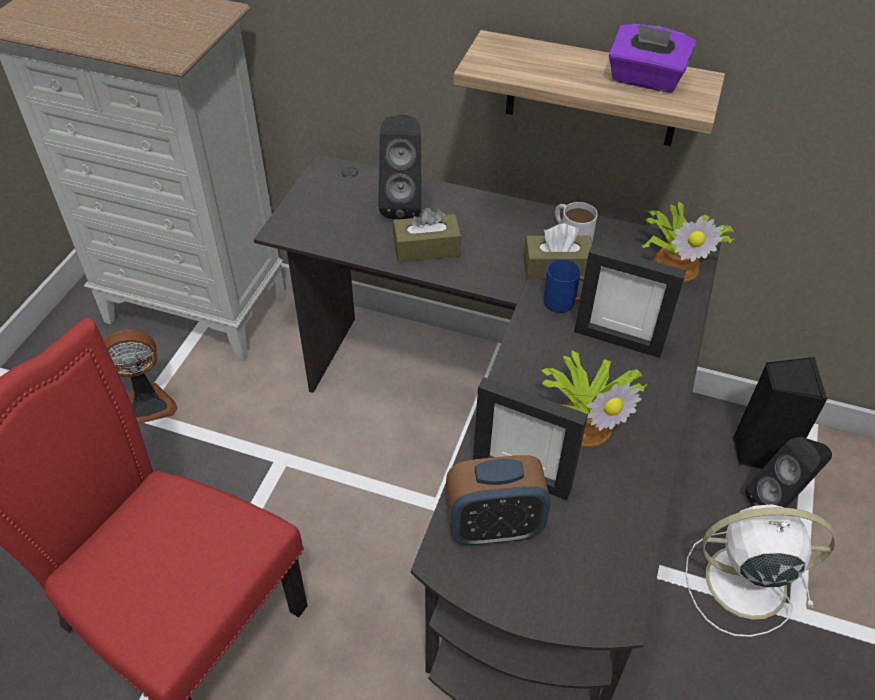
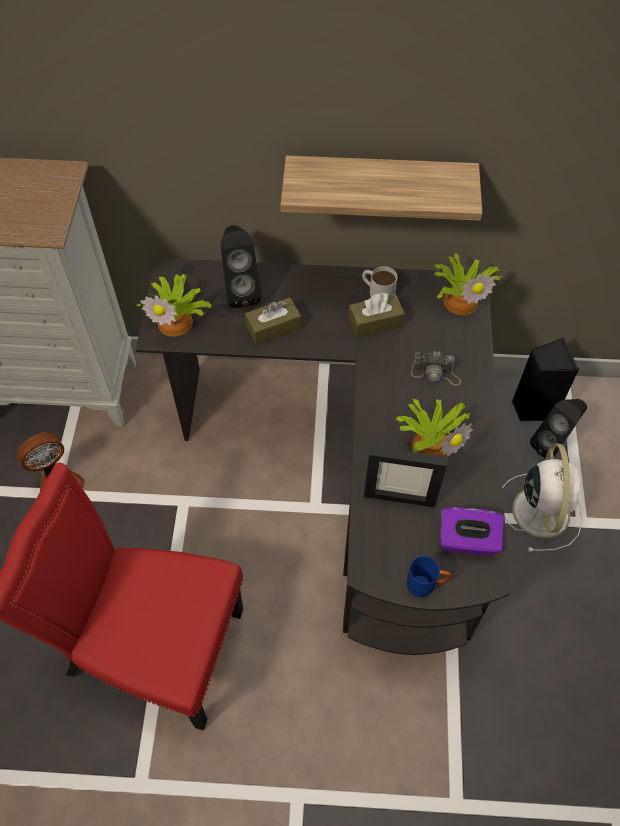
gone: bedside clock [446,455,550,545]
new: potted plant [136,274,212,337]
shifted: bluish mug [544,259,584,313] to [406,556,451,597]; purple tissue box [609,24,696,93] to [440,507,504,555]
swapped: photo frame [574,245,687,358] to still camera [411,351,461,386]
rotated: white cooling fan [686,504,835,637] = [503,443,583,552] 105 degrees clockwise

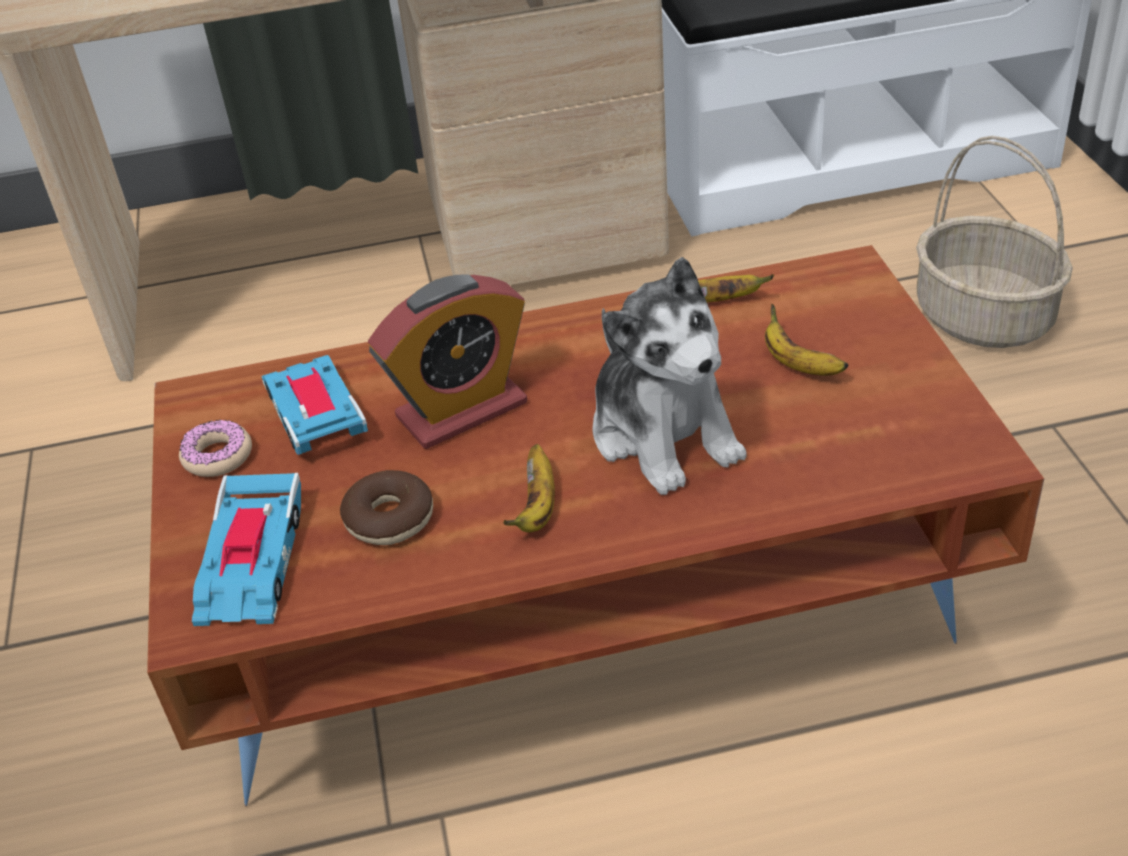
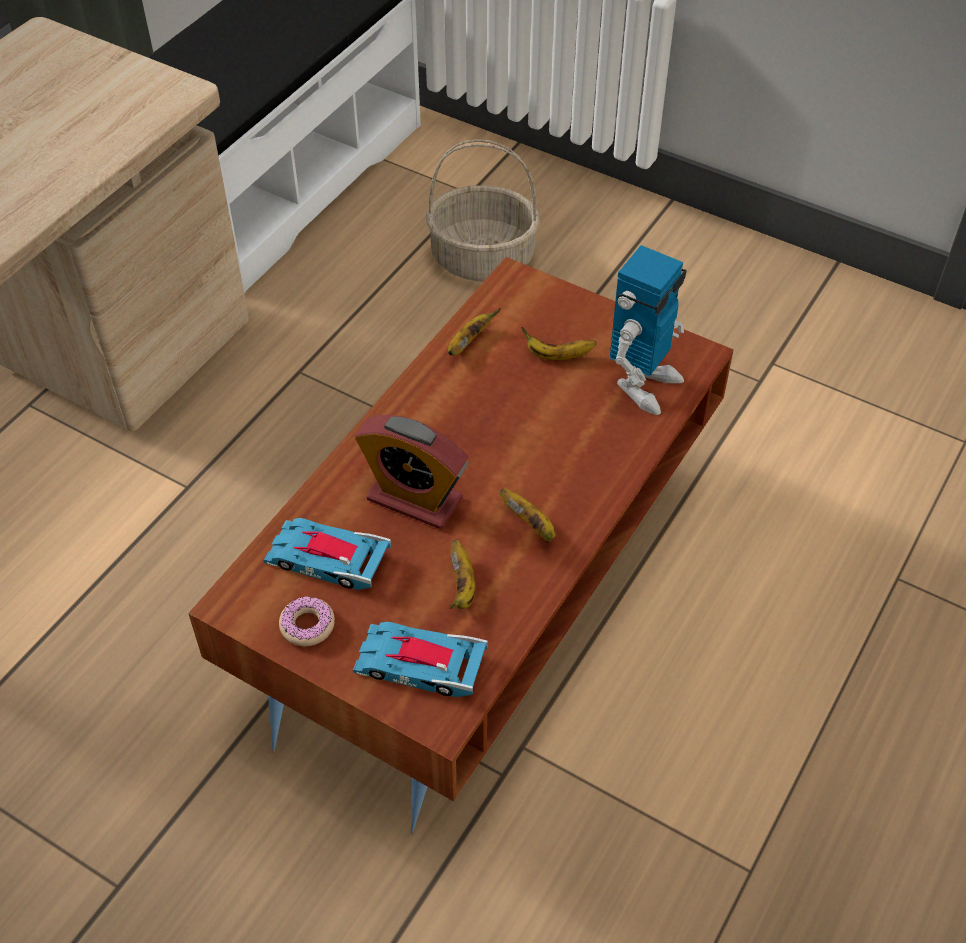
gone: soft toy [592,257,747,495]
new: model robot [610,245,687,415]
swapped: doughnut [340,470,433,545] to banana fruit [449,539,476,609]
rotated: toy car [192,473,301,626] = [353,622,488,697] 150 degrees clockwise; bedside clock [368,274,527,449] = [355,415,469,529] 105 degrees clockwise

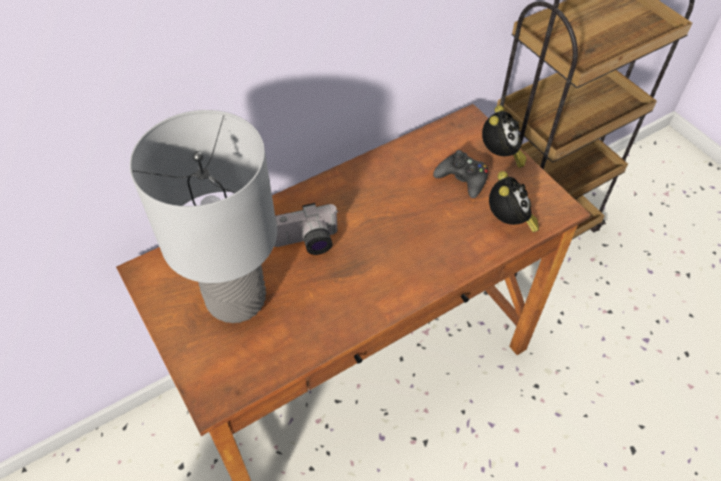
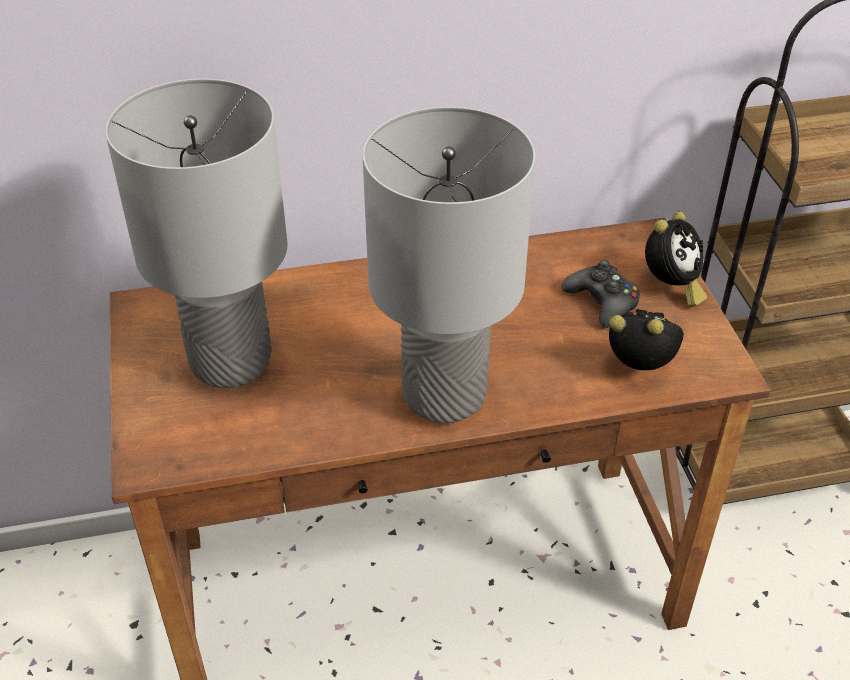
gone: still camera [274,203,339,255]
new: grey tabletop lamp [363,106,535,423]
rotated: bedside clock [489,171,539,232] = [609,309,684,370] 90 degrees counterclockwise

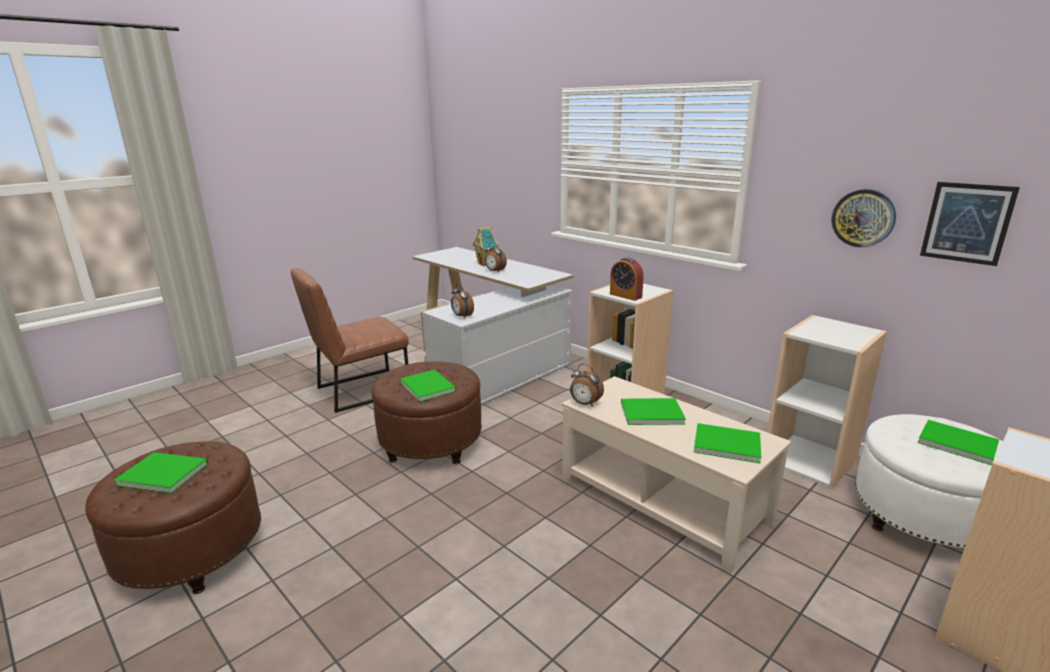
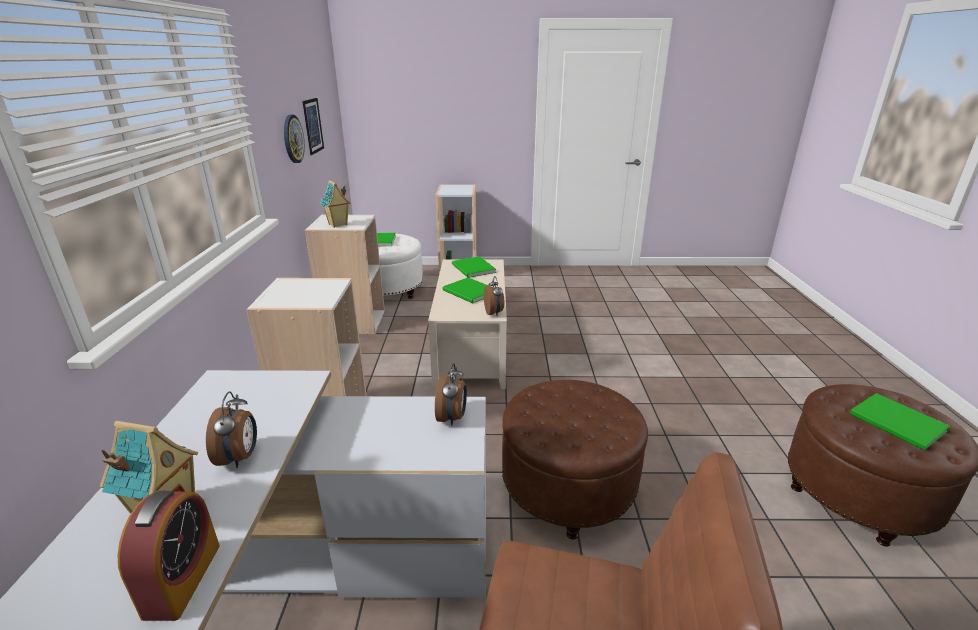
gone: greenish bound book [400,370,457,402]
new: toy house [320,180,351,228]
shifted: bedside clock [610,257,644,301] to [118,491,220,621]

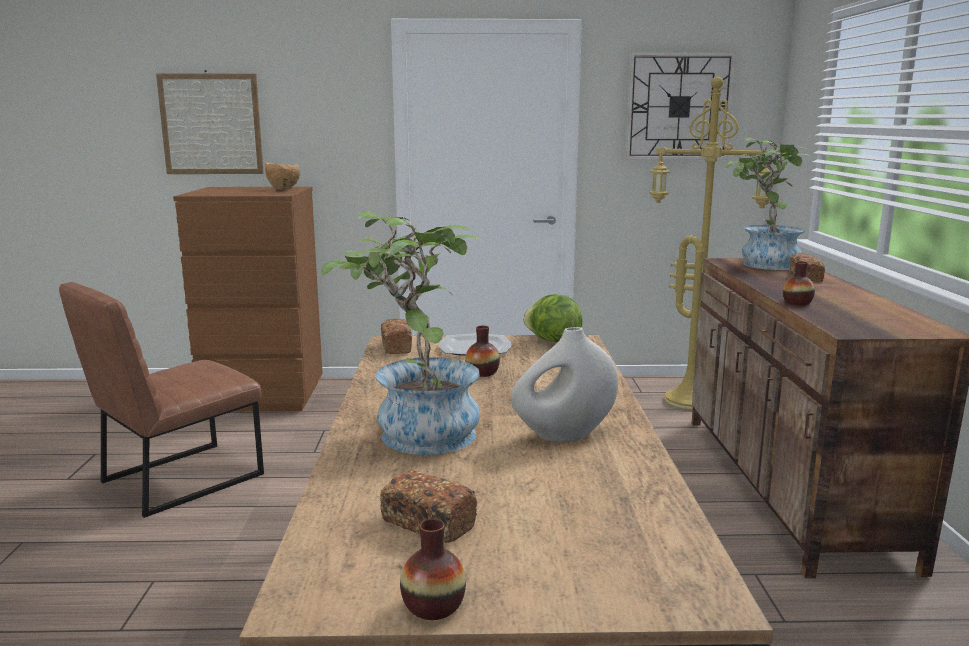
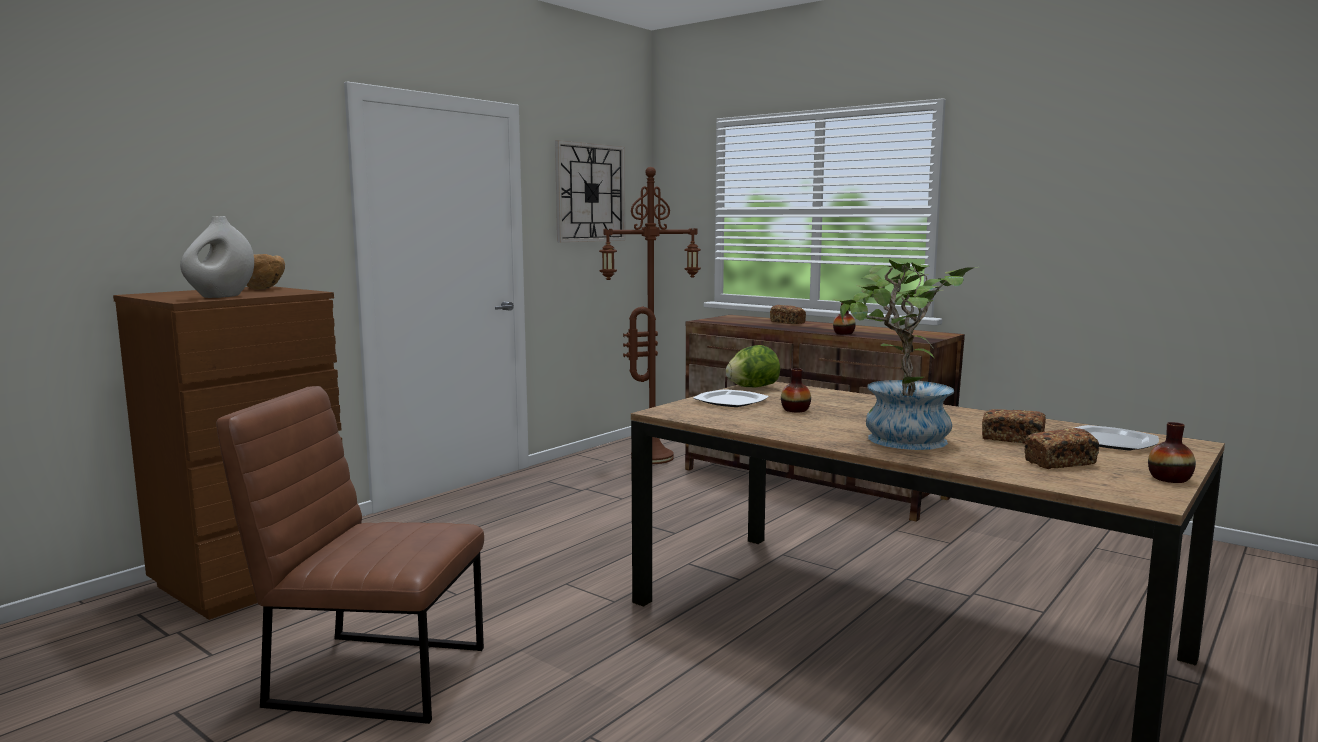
gone: wall picture [156,70,264,174]; potted plant [725,138,811,270]
new: flat dish [1075,425,1159,451]
shifted: white vase [511,327,618,442] to [180,216,254,298]; bread [381,319,412,354] to [982,409,1046,444]
repainted: yellow-coloured standing lamp [649,76,775,411] to brown-coloured standing lamp [599,167,701,464]
rotated: brown-coloured plain chair [59,282,264,518] = [216,386,484,724] 105 degrees clockwise

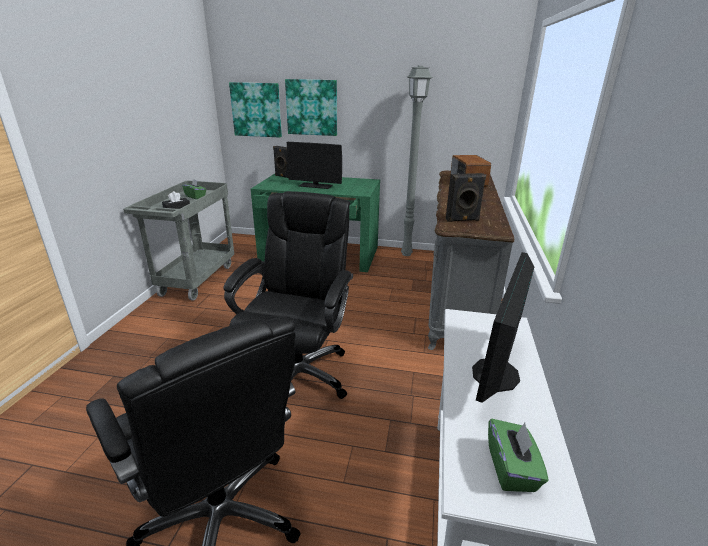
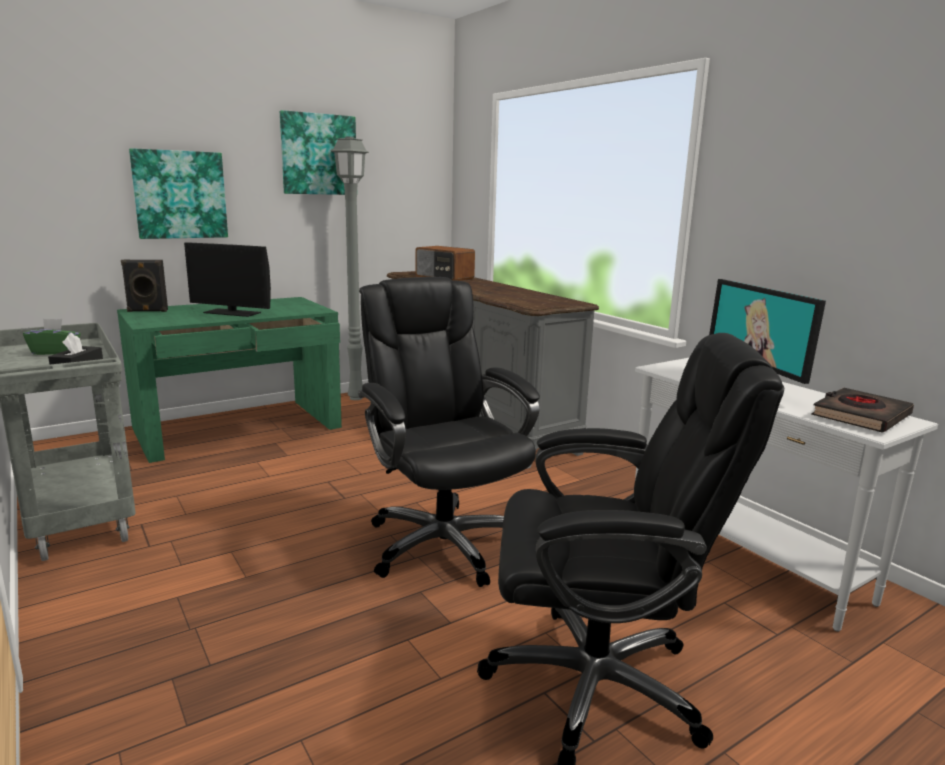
gone: blackish audio speaker [446,173,486,222]
shifted: wall picture [229,82,282,138] to [280,110,356,195]
swapped: greenish tissue box [488,418,549,492] to blackish bound book [811,388,914,432]
rotated: monitor [287,142,342,189] = [184,242,271,317] 45 degrees clockwise

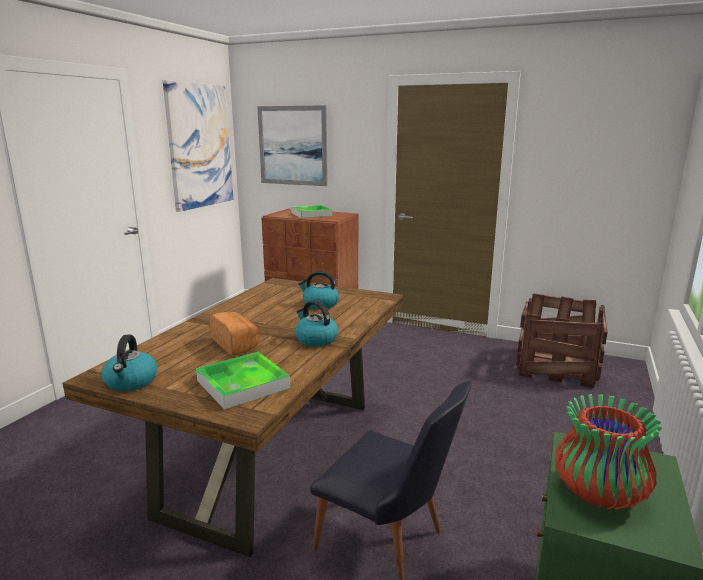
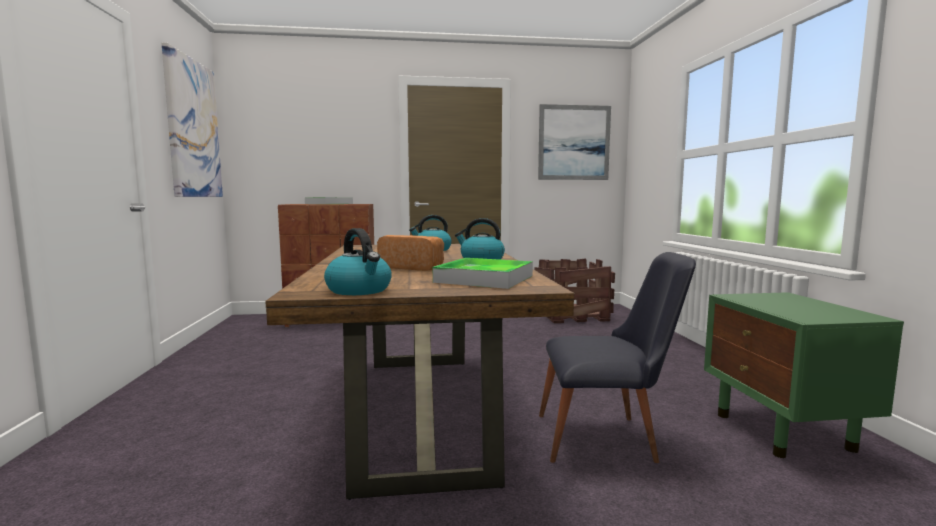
gone: vase [555,394,662,510]
shifted: wall picture [257,105,328,186] to [538,104,611,180]

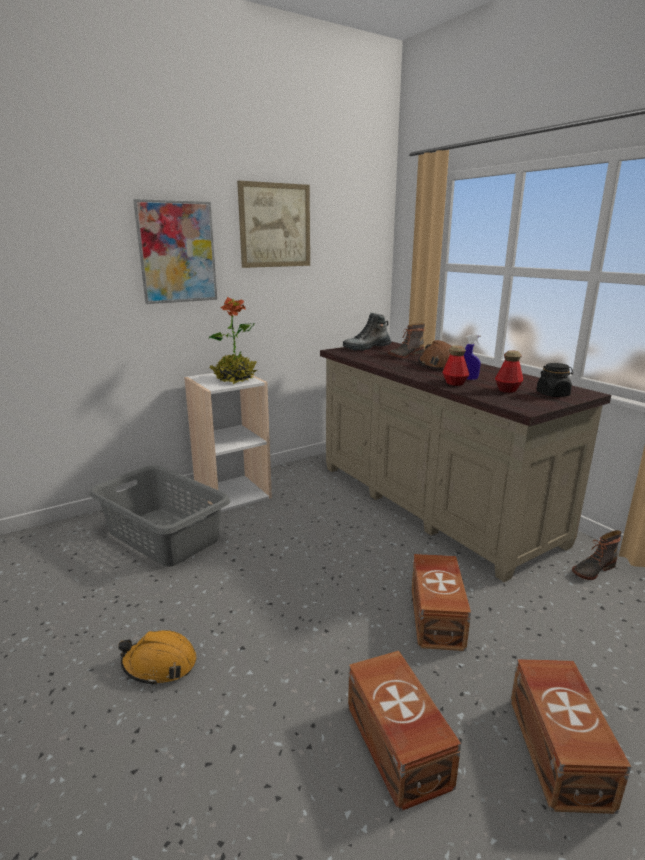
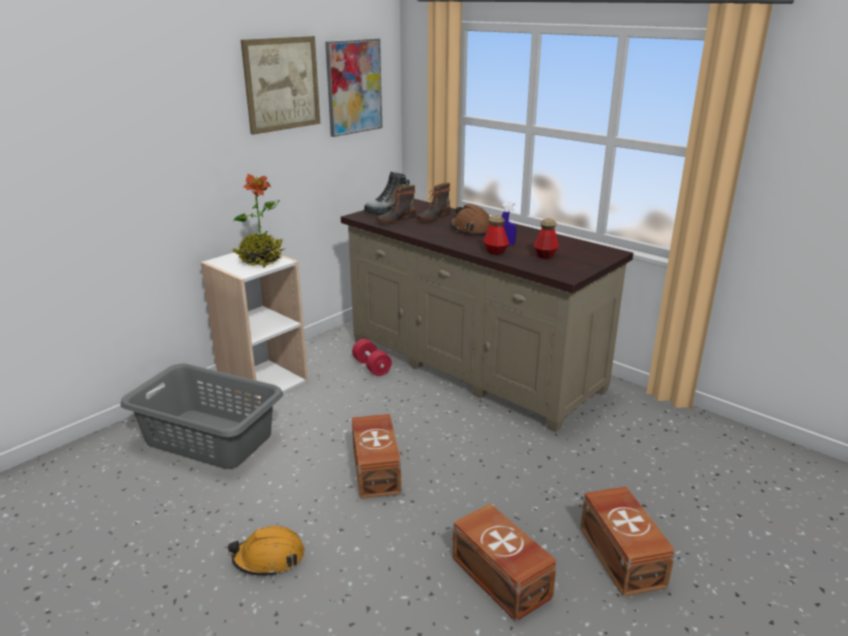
gone: blackish storage jar [536,363,573,397]
new: reddish dumbbell [352,339,392,376]
shifted: wall picture [133,199,217,304] to [325,38,382,137]; brown-coloured storage bin [411,554,471,651] to [352,414,401,499]; high-top boot [572,530,622,580] to [376,185,416,224]

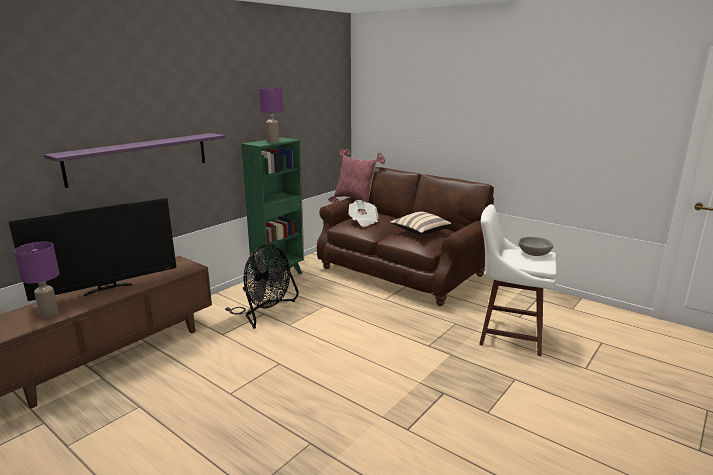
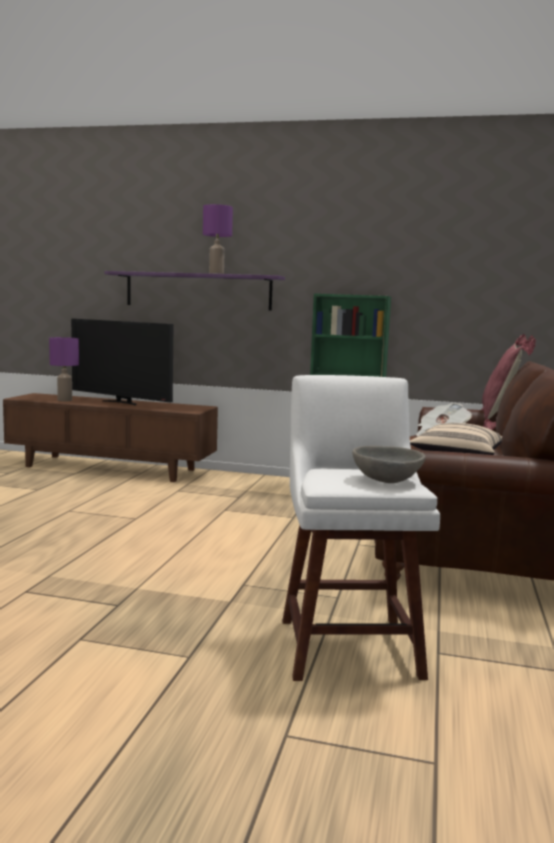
gone: blackish cooling fan [225,244,299,329]
shifted: purple tabletop lamp [258,88,283,143] to [203,204,233,274]

